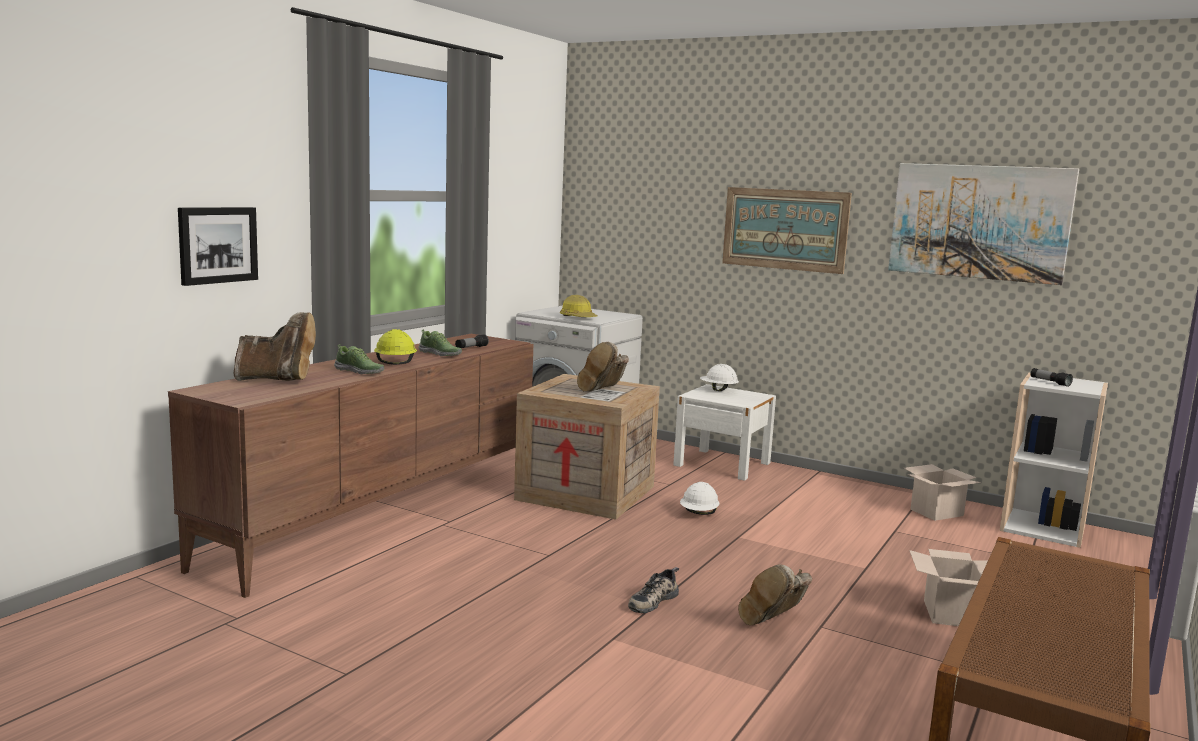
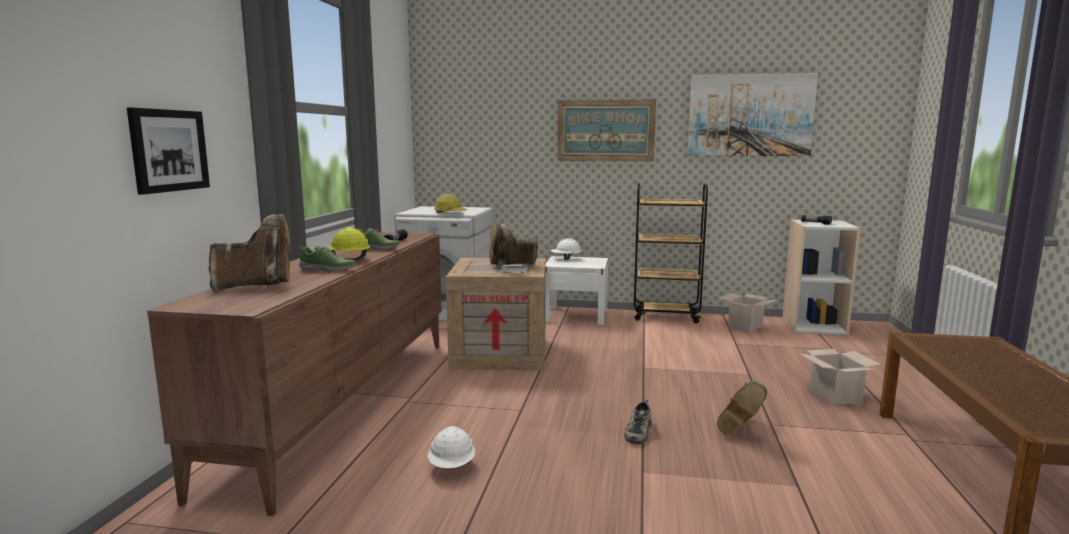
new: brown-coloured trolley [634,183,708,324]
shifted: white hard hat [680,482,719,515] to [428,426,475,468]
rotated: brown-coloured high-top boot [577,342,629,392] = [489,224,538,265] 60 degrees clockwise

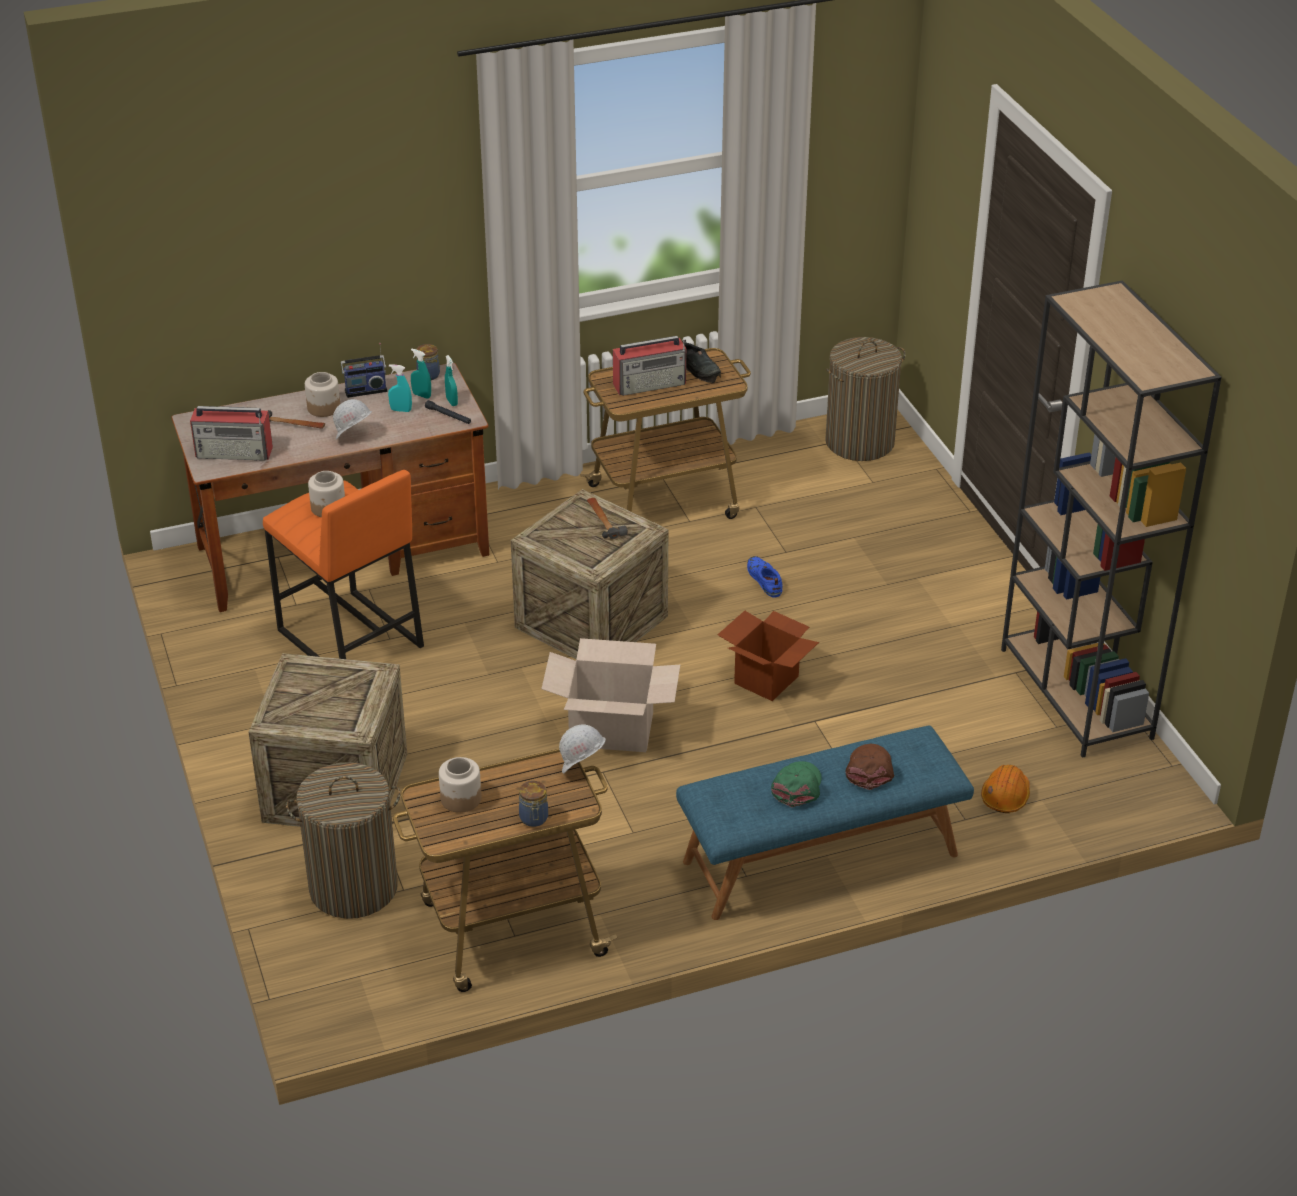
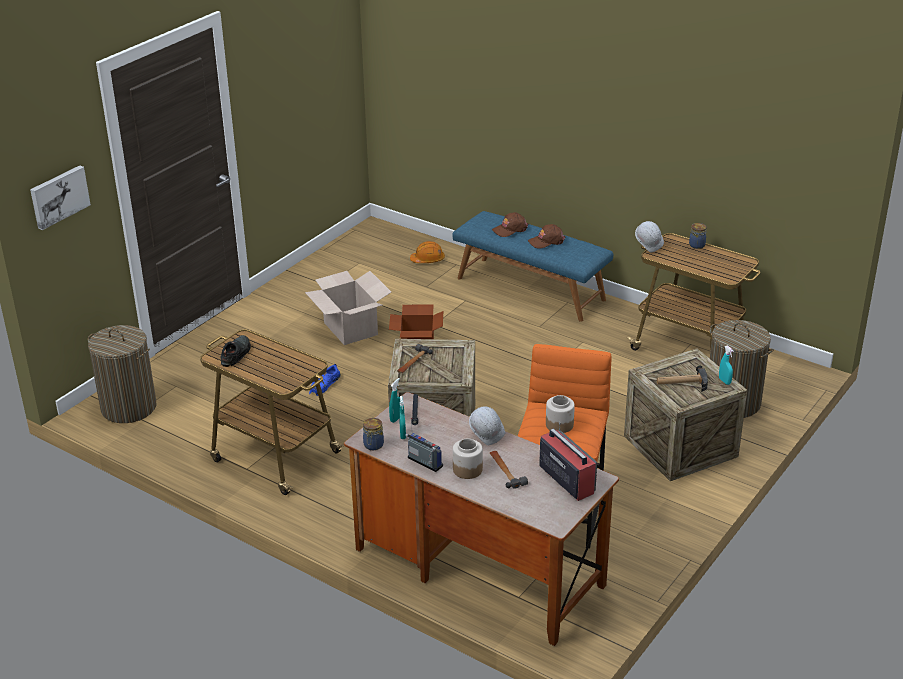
gone: storage jar [439,757,481,813]; radio set [613,336,686,396]; bookshelf [1001,280,1221,758]
new: wall picture [30,165,91,230]; hand hammer [657,366,708,392]
shifted: cardboard box [541,638,680,752] to [305,271,391,345]; turquoise spray bottle [388,364,412,412] to [719,345,734,385]
repainted: greenish baseball cap [771,761,822,808] to brown-coloured baseball cap [528,224,565,249]

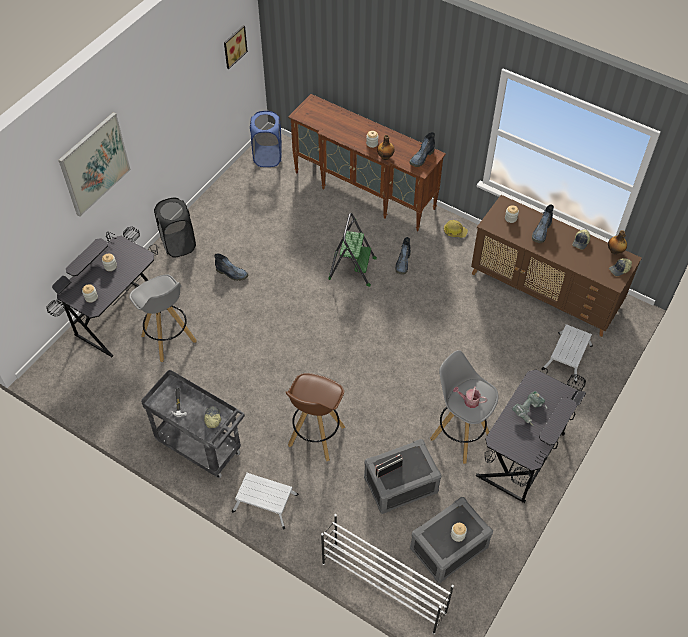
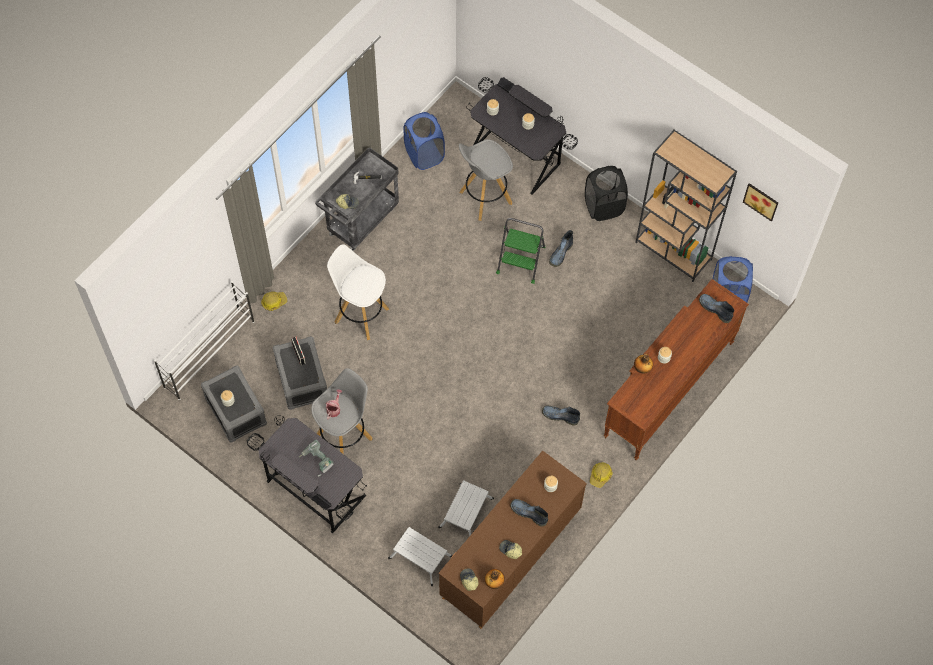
gone: wall picture [59,112,131,217]
new: hard hat [261,292,287,311]; bluish hamper [403,112,445,170]; bookshelf [635,130,737,282]
shifted: white stepladder [232,473,299,530] to [438,480,494,537]; greenish stepladder [328,213,377,287] to [496,218,545,284]; high-top boot [409,132,435,167] to [699,294,734,323]
repainted: brown-coloured stool [285,373,345,461] to white stool [327,244,389,340]

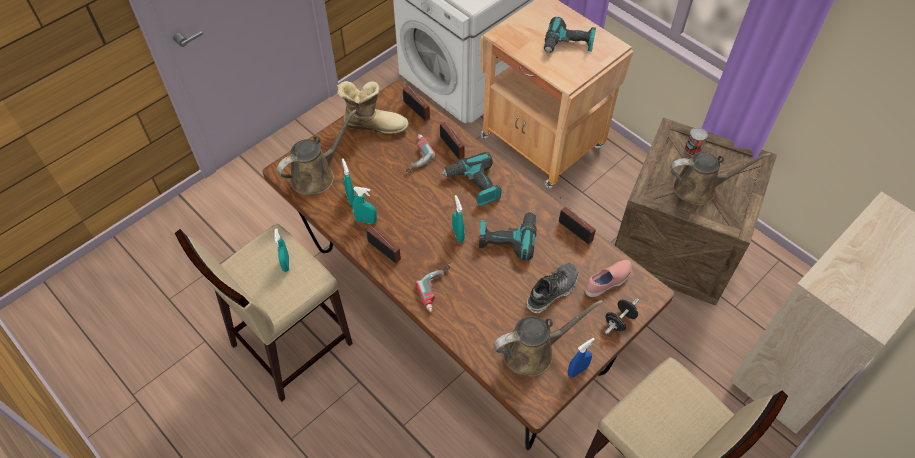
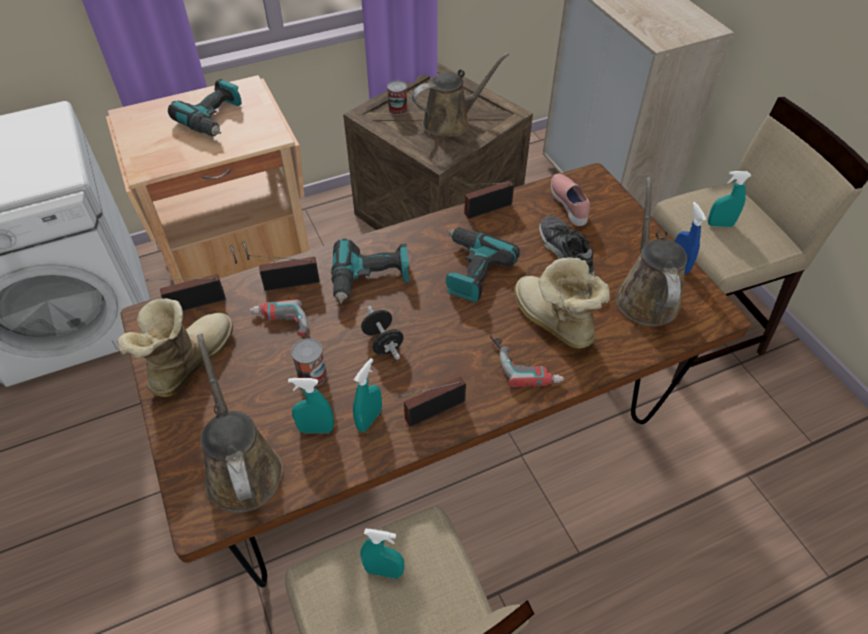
new: can [291,339,327,387]; high-top boot [514,258,610,349]
shifted: blackish dumbbell [605,298,639,334] to [361,306,404,360]; turquoise spray bottle [452,195,465,242] to [708,171,751,227]
rotated: brown-coloured sprinkling can [670,152,771,205] = [412,53,509,137] 45 degrees clockwise

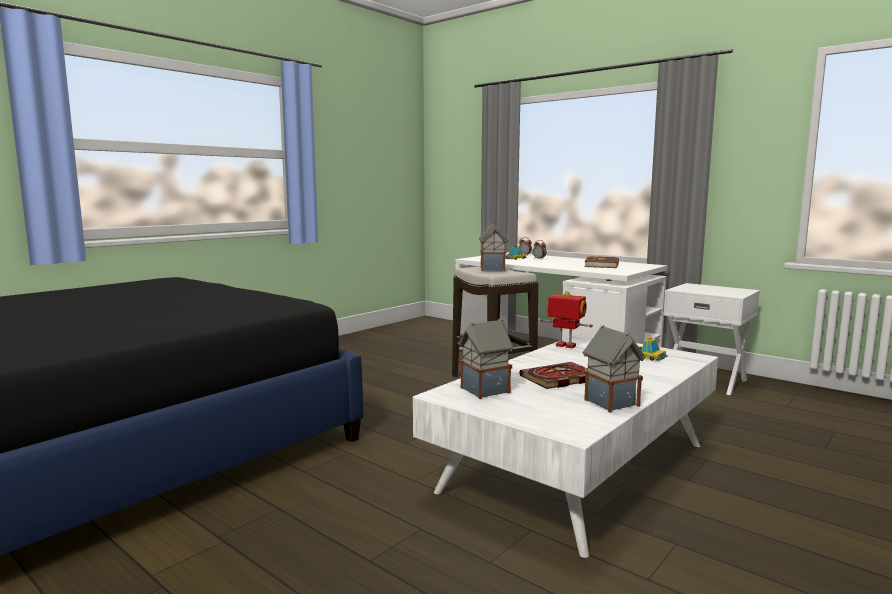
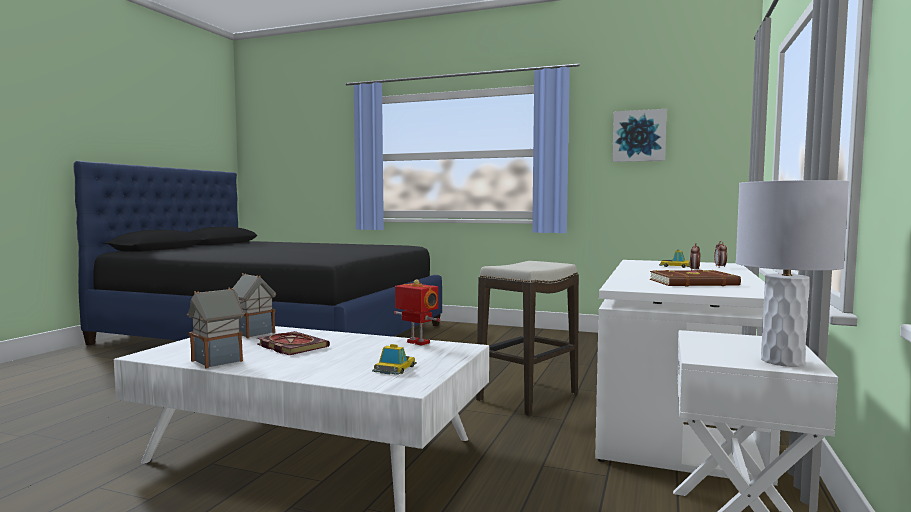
gone: toy house [479,223,508,271]
new: wall picture [612,109,667,162]; grey tabletop lamp [736,180,849,367]
rotated: model robot [540,291,593,348] = [394,279,440,346] 60 degrees counterclockwise

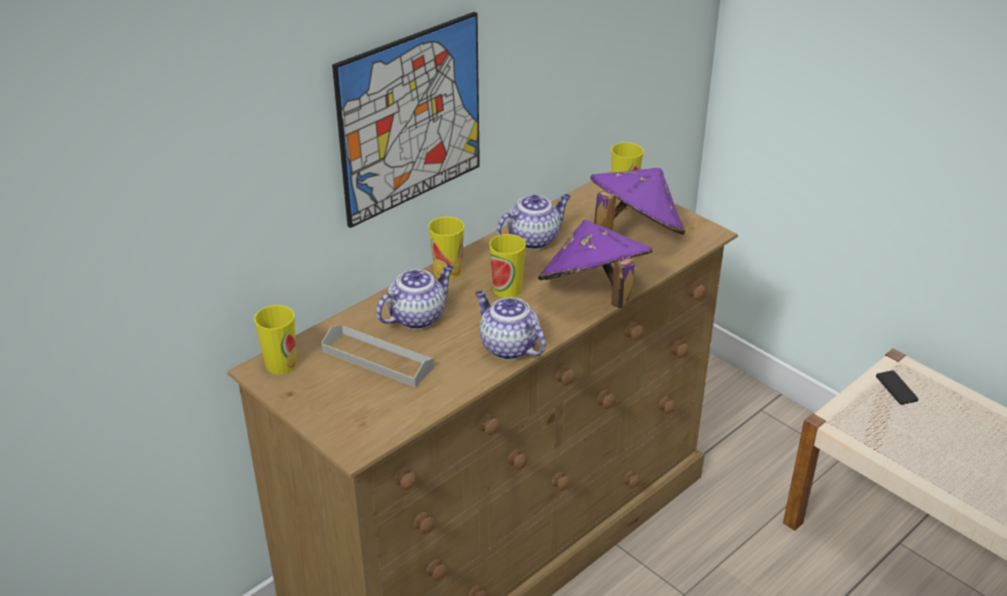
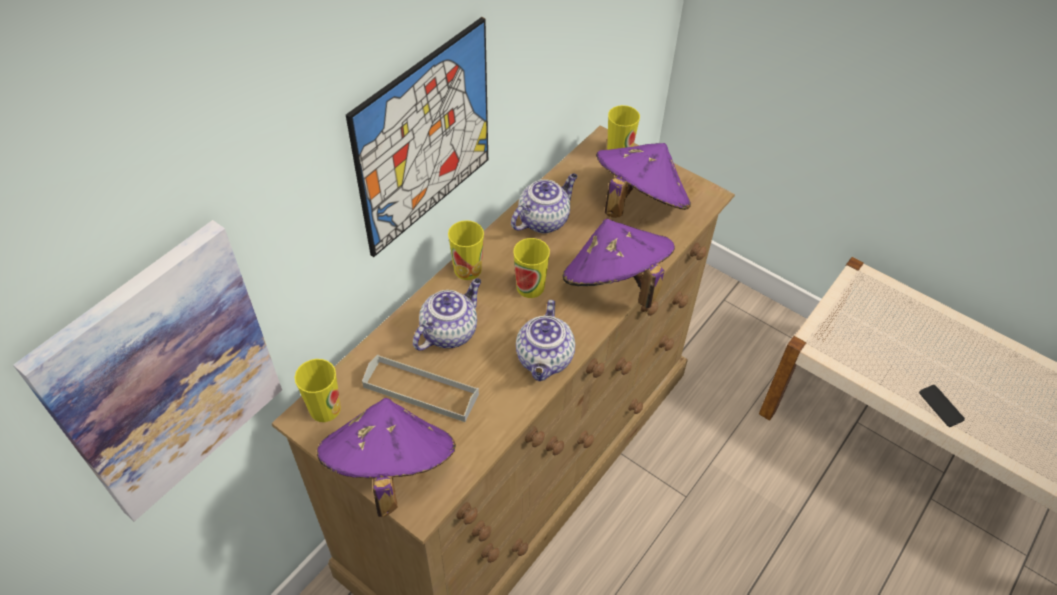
new: wall picture [13,220,282,522]; purple hat [317,398,456,517]
shifted: telephone [876,370,919,405] to [919,385,965,427]
rotated: teapot [475,290,546,360] = [516,300,575,381] 120 degrees counterclockwise

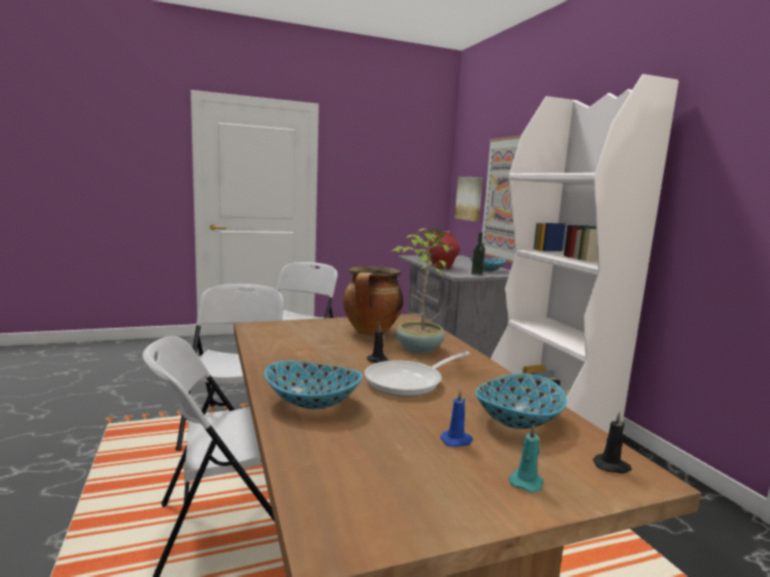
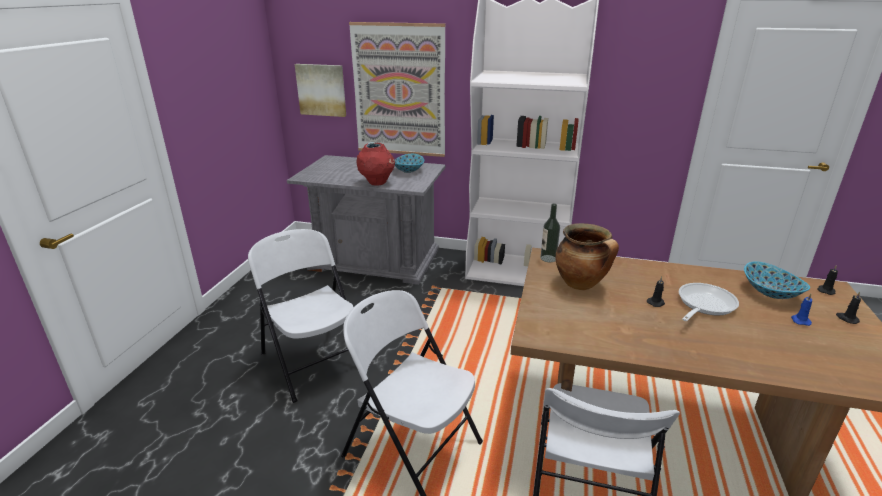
gone: bowl [264,361,363,409]; potted plant [392,228,449,353]
shifted: drink bottle [471,232,485,276] to [540,204,560,262]
repainted: turquoise wax light [509,424,543,493] to blackish wax light [836,292,861,324]
rotated: pan [364,351,470,397] = [679,283,739,321] 135 degrees counterclockwise

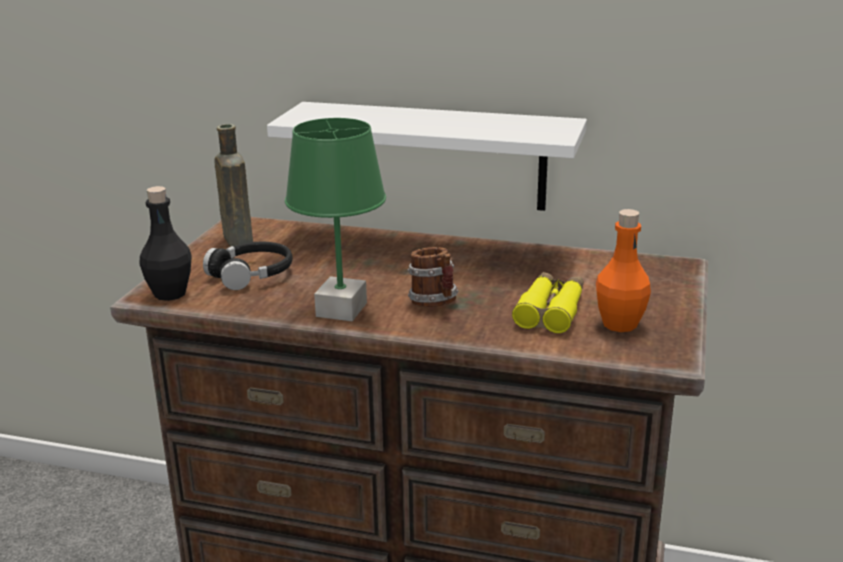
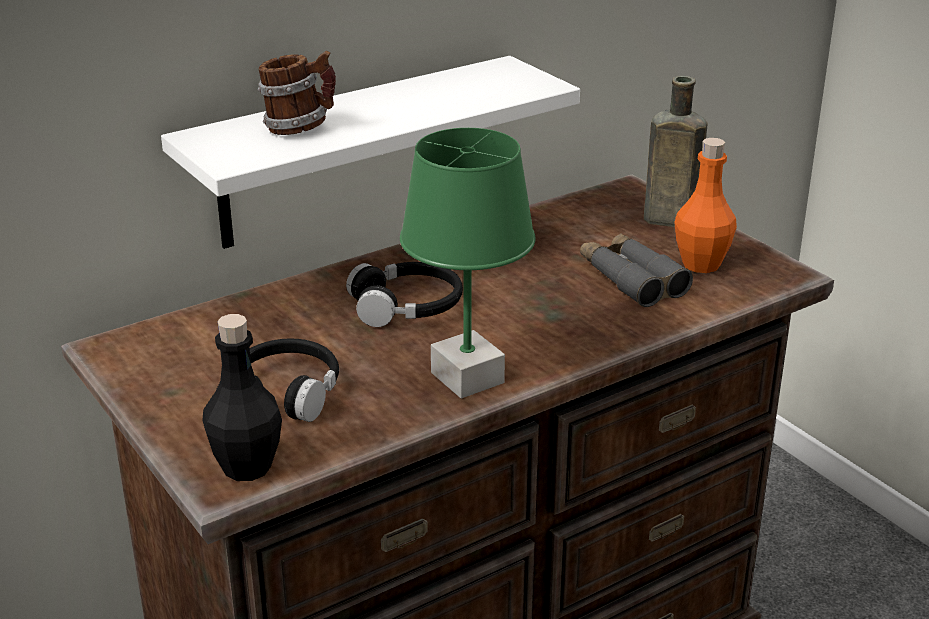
new: blackish headset [346,262,463,327]
shifted: mug [408,247,458,307] to [258,51,336,135]; brown-coloured drink bottle [214,124,253,247] to [644,76,707,227]
repainted: yellow-coloured field glasses [512,272,584,334] to grey field glasses [580,233,693,307]

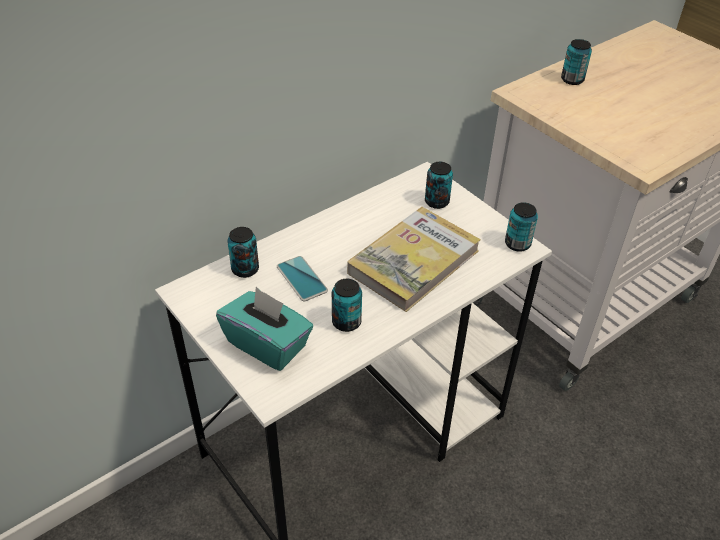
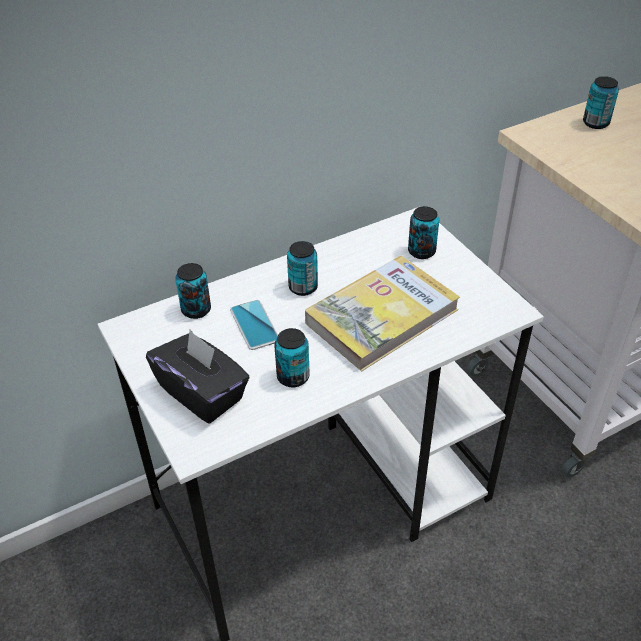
shifted: can [505,202,538,252] to [287,241,318,296]
repainted: turquoise tissue box [216,287,313,371] to blackish tissue box [146,329,250,423]

